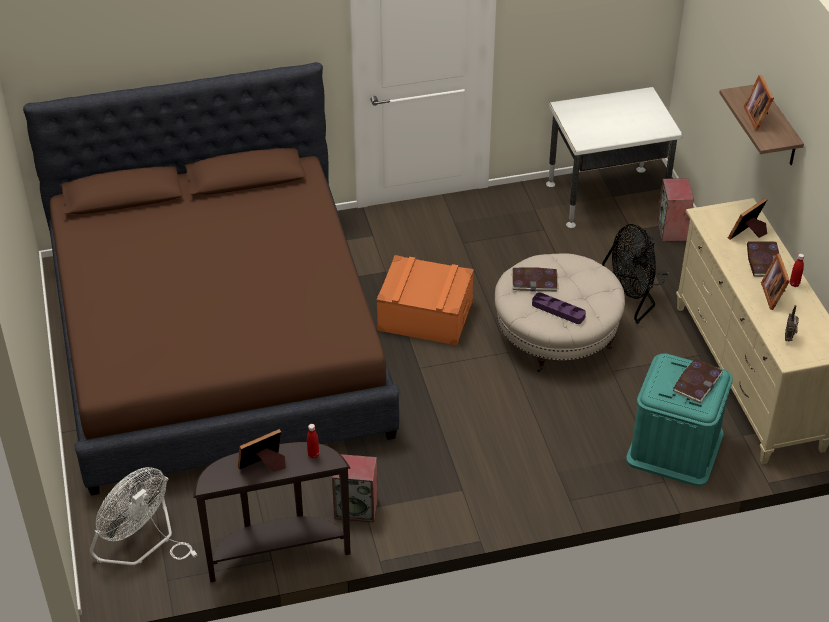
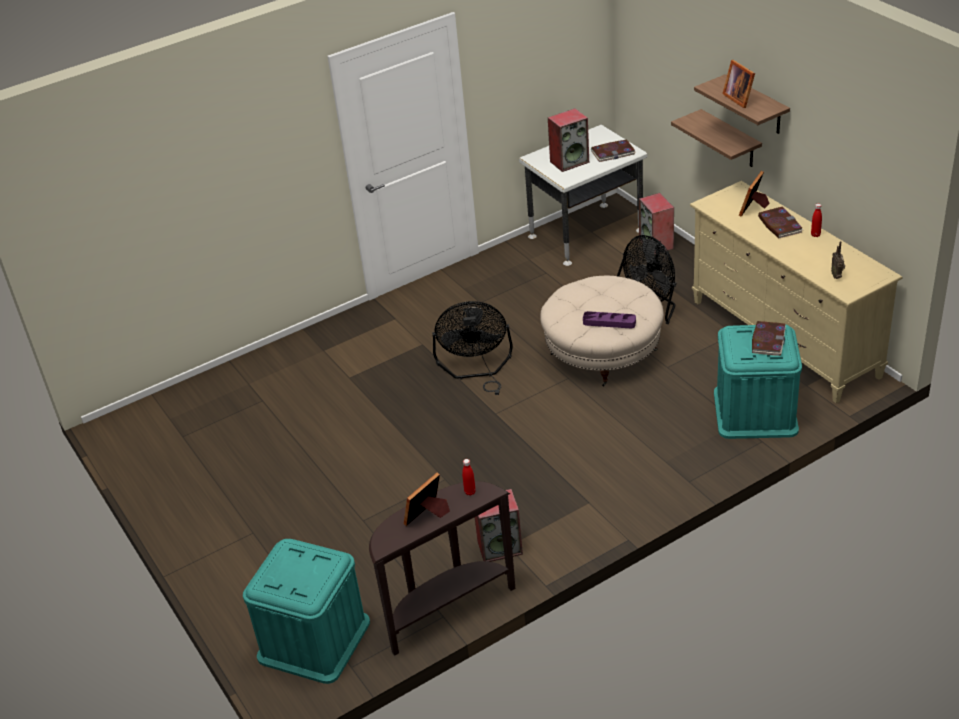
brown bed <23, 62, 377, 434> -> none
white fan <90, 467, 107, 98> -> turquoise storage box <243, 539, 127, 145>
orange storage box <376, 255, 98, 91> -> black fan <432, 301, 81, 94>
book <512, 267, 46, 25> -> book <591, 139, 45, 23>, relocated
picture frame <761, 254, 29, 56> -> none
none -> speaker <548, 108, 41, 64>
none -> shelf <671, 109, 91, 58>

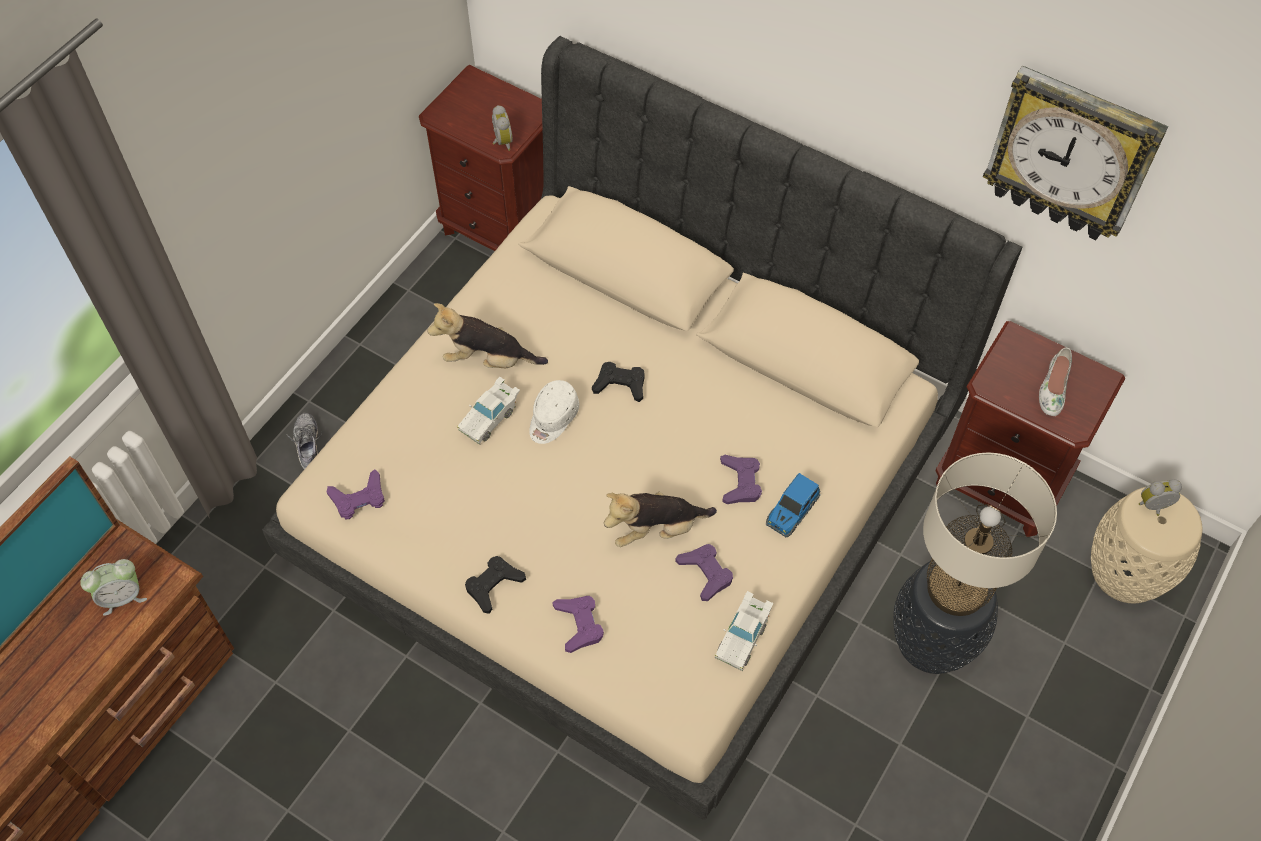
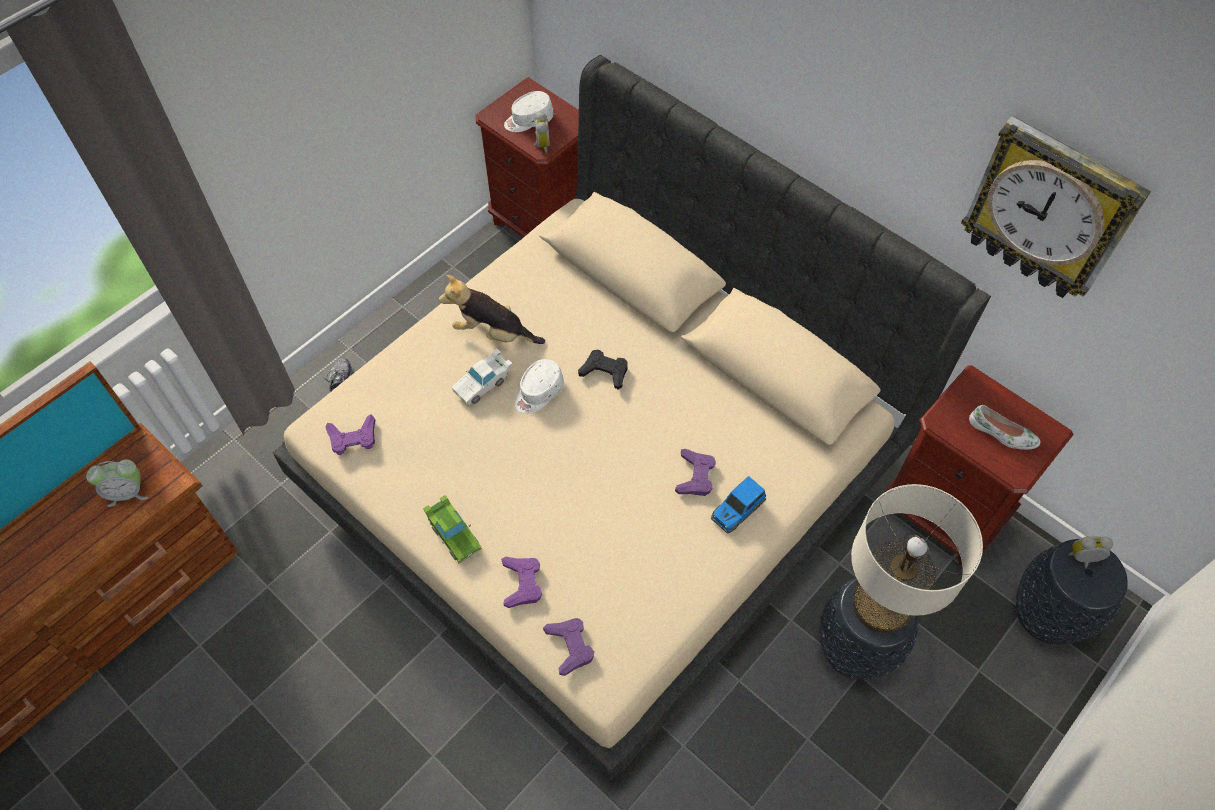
black game controller <465, 556, 61, 58> -> green toy car <423, 495, 59, 69>
plush toy <604, 492, 113, 55> -> none
purple game controller <675, 544, 58, 57> -> purple game controller <543, 618, 51, 58>, relocated
white toy car <715, 591, 58, 80> -> none
white shoe <1039, 348, 33, 68> -> white shoe <969, 405, 71, 45>, 90 degrees counterclockwise
beige stool <1091, 487, 112, 116> -> black stool <1016, 539, 112, 106>
none -> white cap <504, 91, 49, 41>

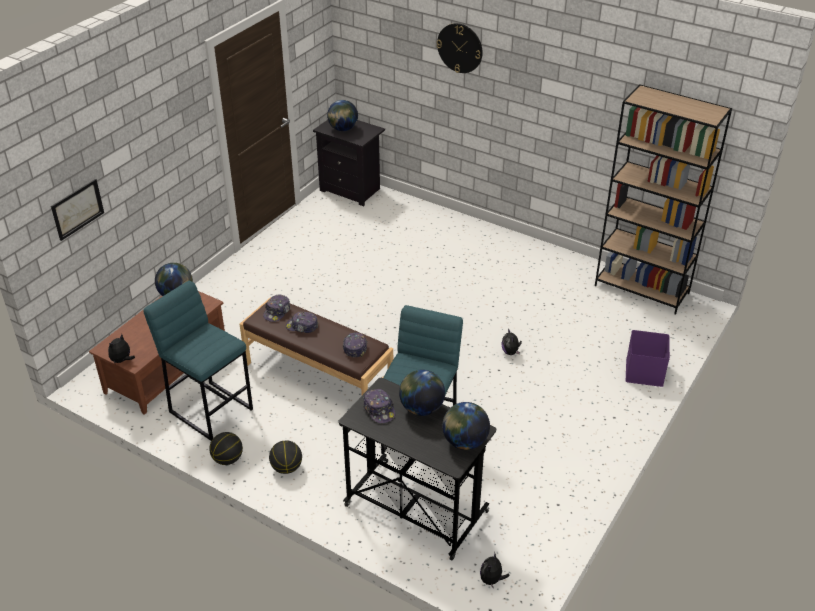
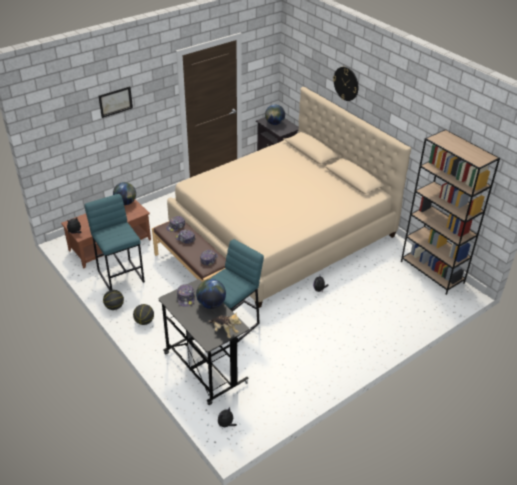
picture <51, 179, 53, 62> -> picture <98, 86, 35, 32>, relocated
globe <442, 402, 48, 48> -> plush toy <208, 312, 34, 26>
purple storage box <626, 330, 44, 57> -> none
none -> beige bed <167, 87, 244, 221>

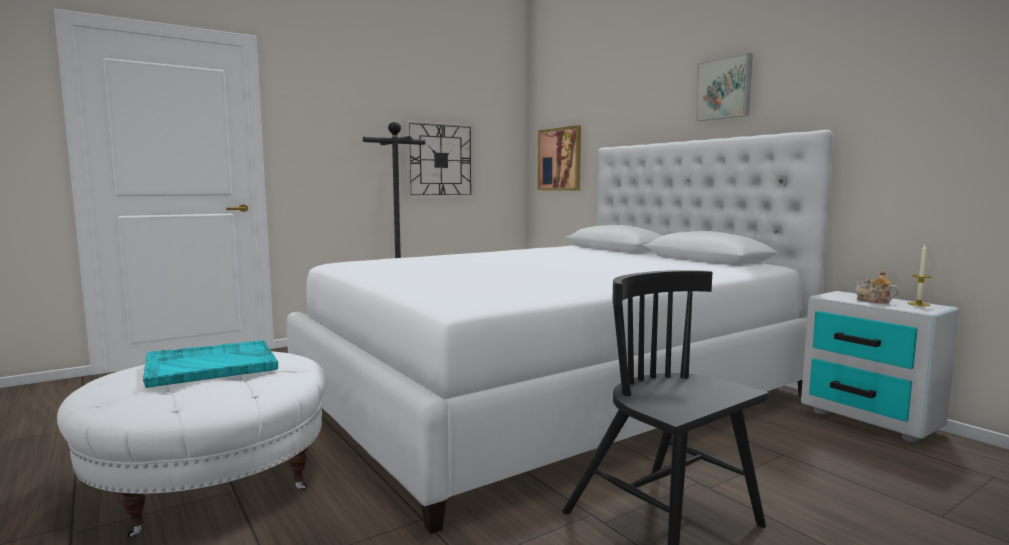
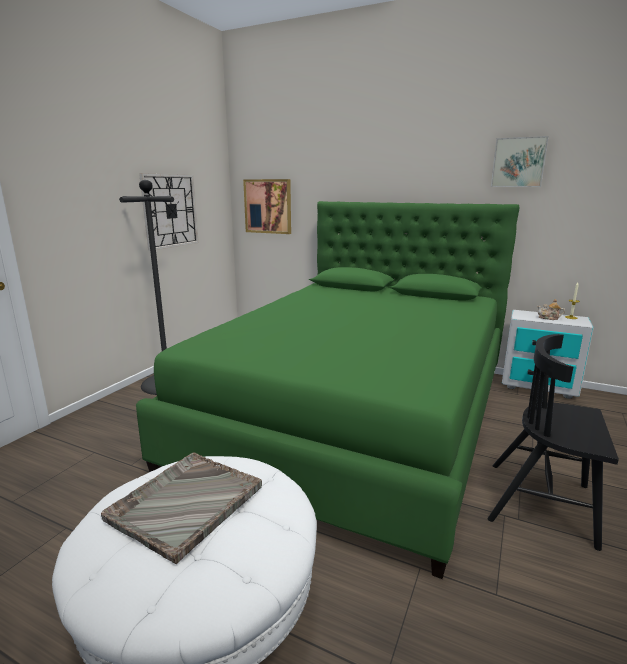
turquoise tray <143, 340, 135, 48> -> grey tray <101, 452, 161, 112>
white bed <287, 130, 546, 404> -> green bed <136, 201, 384, 378>
picture <695, 53, 58, 68> -> picture <491, 136, 58, 51>, relocated

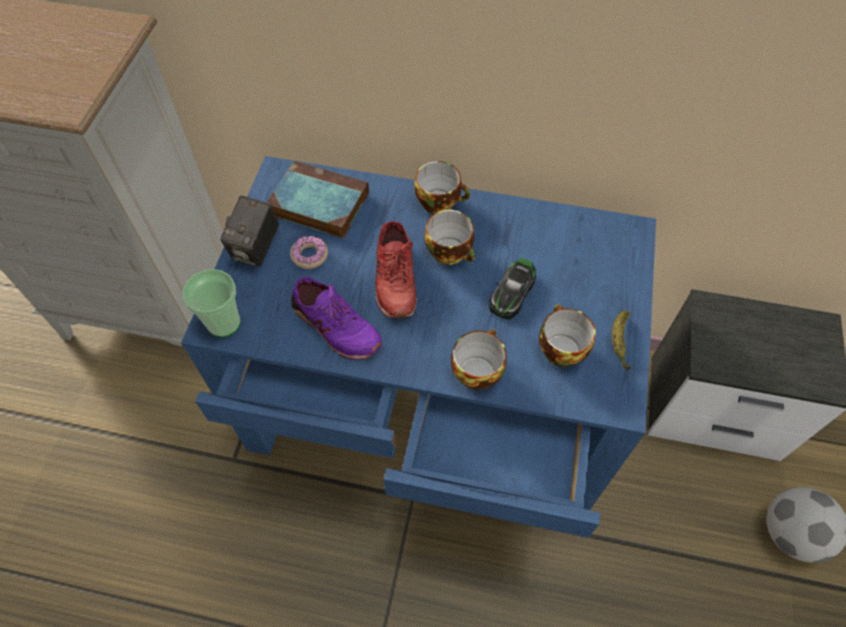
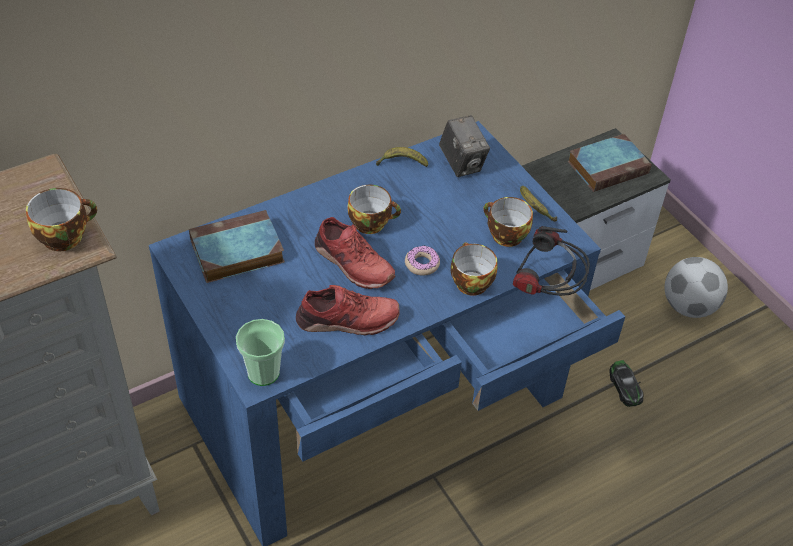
photo camera <221, 196, 58, 71> -> photo camera <439, 115, 51, 62>, relocated
donut <290, 236, 38, 33> -> donut <405, 245, 35, 31>, relocated
purple shoe <291, 276, 91, 84> -> red shoe <296, 285, 104, 51>
cup <414, 161, 56, 53> -> cup <26, 188, 71, 63>, relocated
toy car <489, 258, 47, 62> -> toy car <609, 360, 35, 47>, relocated
none -> banana <376, 147, 52, 20>
none -> headphones <513, 226, 77, 70>
none -> book <568, 134, 84, 58>

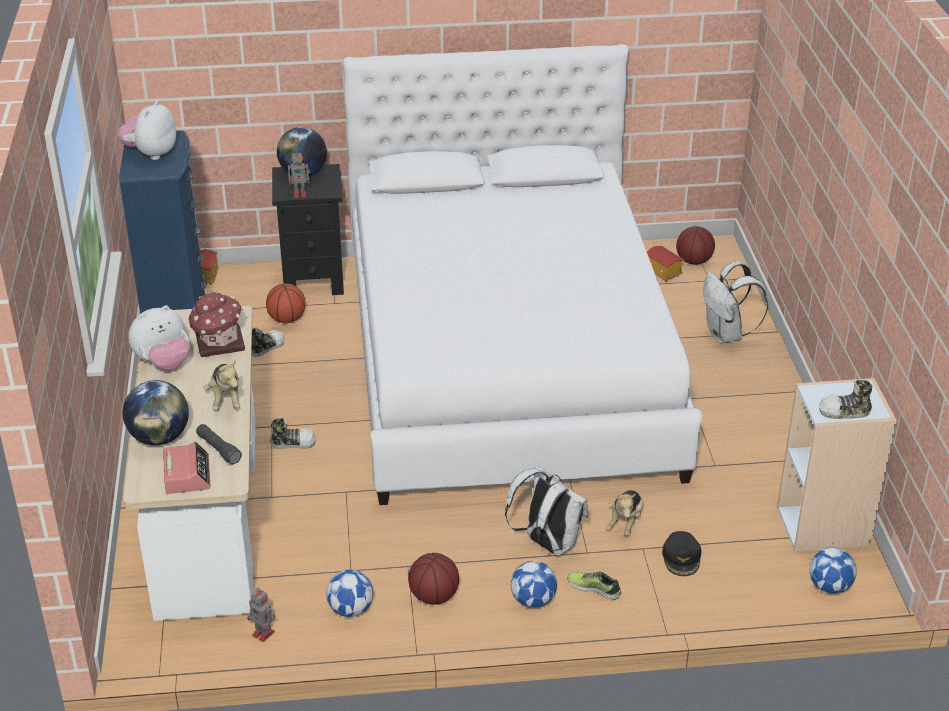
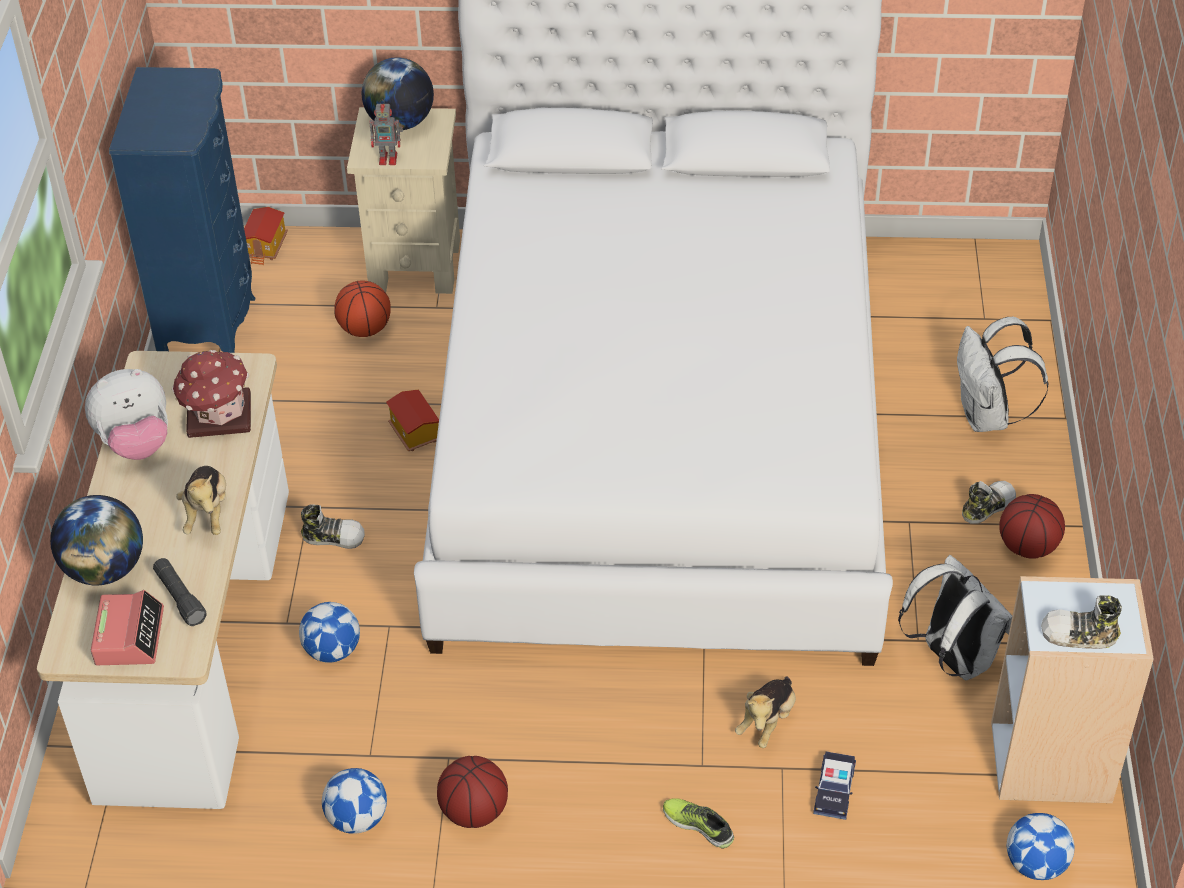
plush toy <117, 101, 59, 59> -> none
toy robot <247, 589, 28, 53> -> none
shoe <252, 327, 33, 30> -> shoe <962, 481, 54, 43>, relocated
black nightstand <272, 164, 72, 131> -> beige nightstand <347, 107, 113, 187>
white backpack <505, 465, 83, 91> -> white backpack <898, 555, 114, 125>, relocated
football <511, 561, 46, 47> -> football <299, 602, 61, 61>, relocated
toy house <647, 246, 37, 36> -> toy house <386, 389, 53, 62>, relocated
black cap <662, 531, 39, 45> -> toy car <813, 751, 43, 69>
basketball <676, 226, 39, 39> -> basketball <999, 494, 66, 65>, relocated

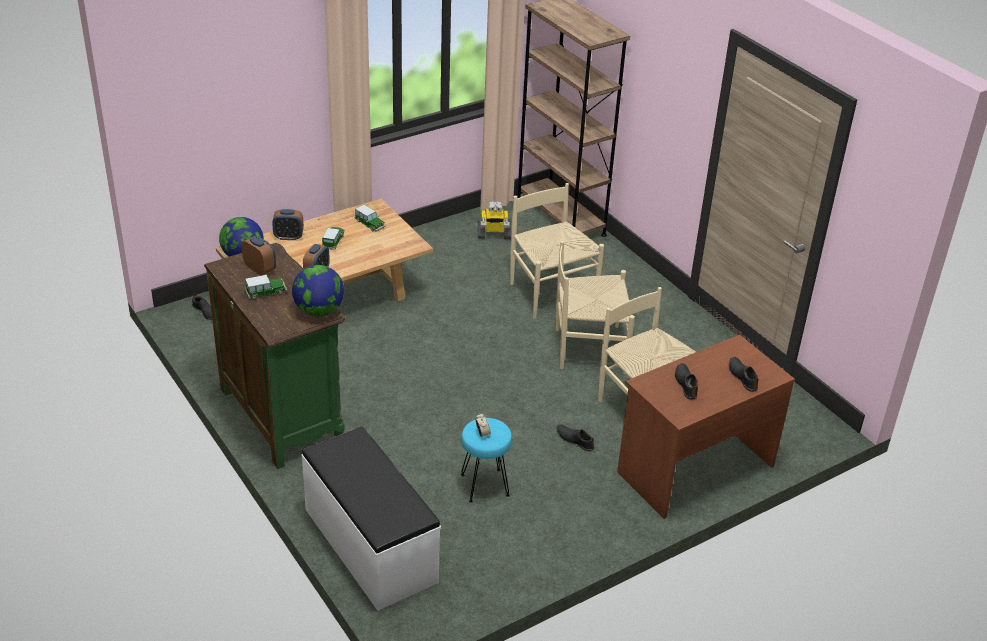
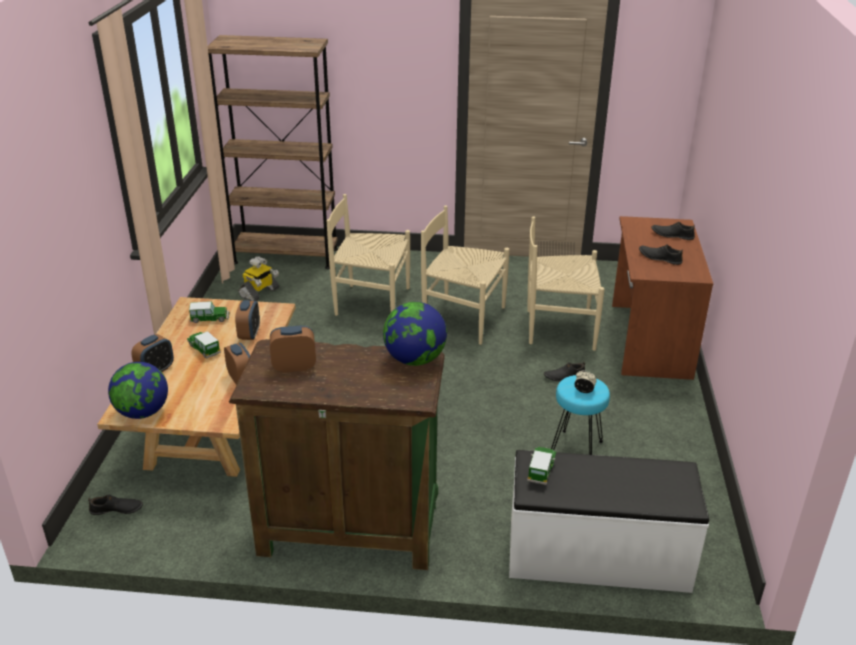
toy car <245, 275, 42, 24> -> toy car <527, 447, 29, 38>, relocated
beige chair <556, 241, 79, 133> -> beige chair <421, 205, 88, 140>, 75 degrees clockwise
none -> alarm clock <235, 300, 25, 40>

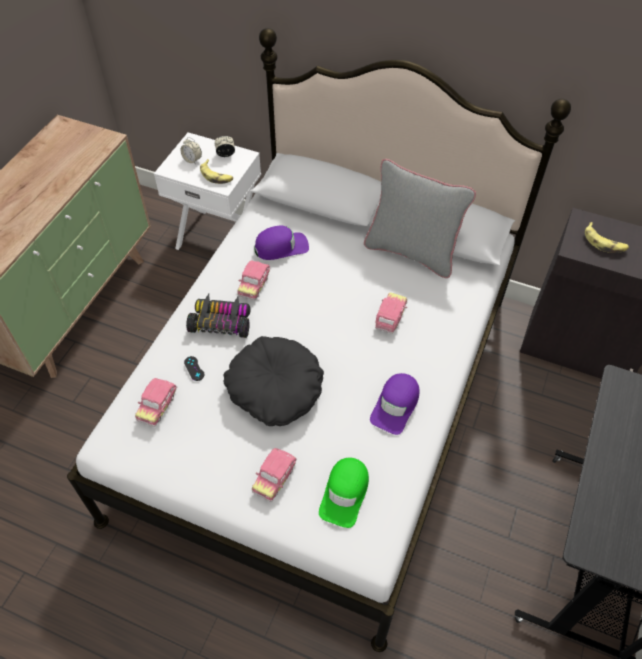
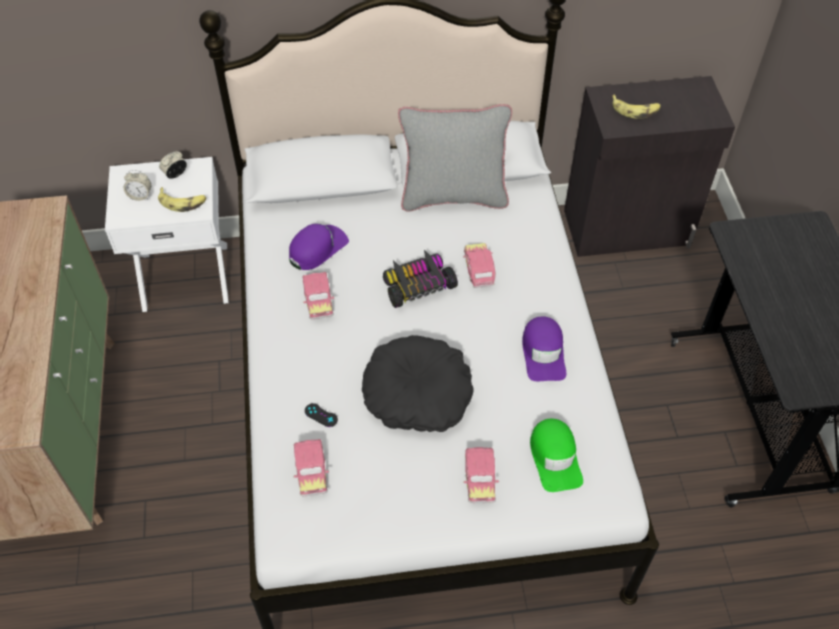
toy car <186, 294, 64, 44> -> toy car <383, 250, 75, 58>, relocated

